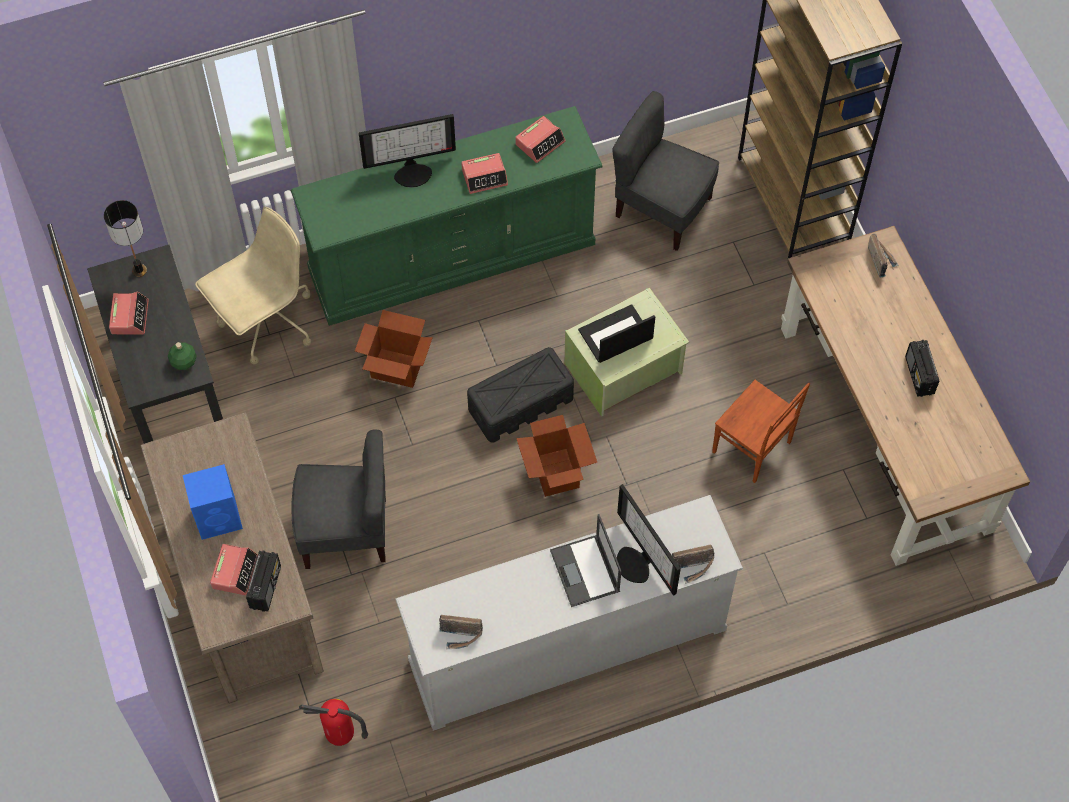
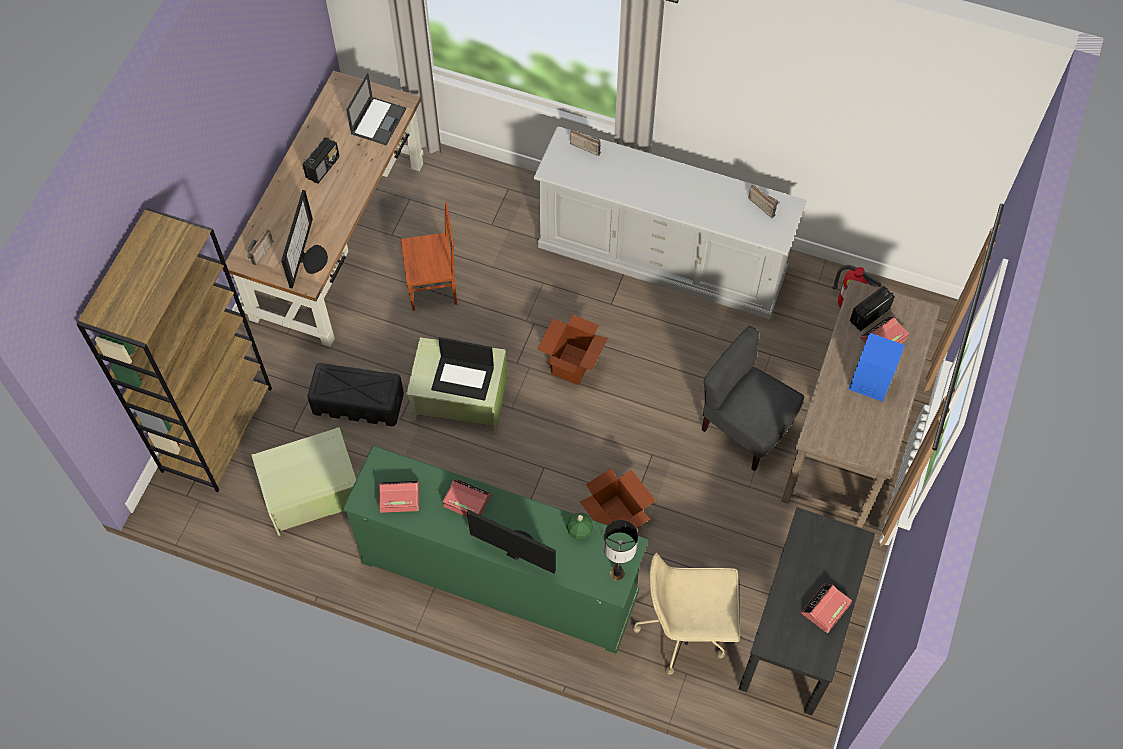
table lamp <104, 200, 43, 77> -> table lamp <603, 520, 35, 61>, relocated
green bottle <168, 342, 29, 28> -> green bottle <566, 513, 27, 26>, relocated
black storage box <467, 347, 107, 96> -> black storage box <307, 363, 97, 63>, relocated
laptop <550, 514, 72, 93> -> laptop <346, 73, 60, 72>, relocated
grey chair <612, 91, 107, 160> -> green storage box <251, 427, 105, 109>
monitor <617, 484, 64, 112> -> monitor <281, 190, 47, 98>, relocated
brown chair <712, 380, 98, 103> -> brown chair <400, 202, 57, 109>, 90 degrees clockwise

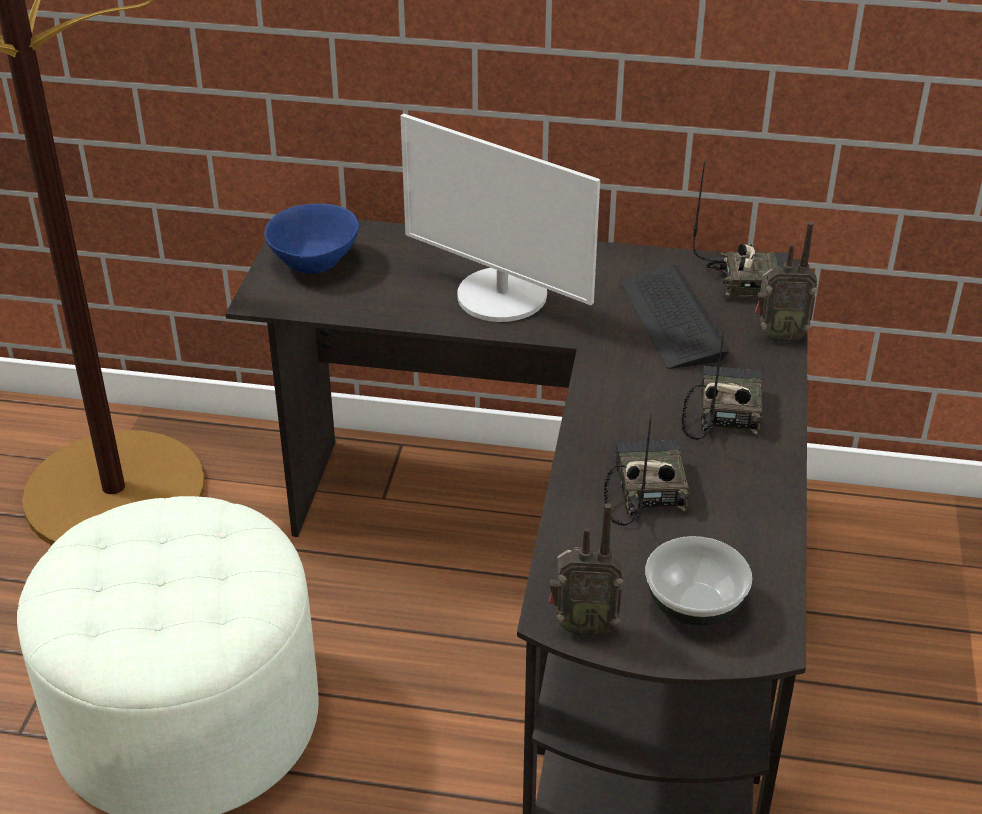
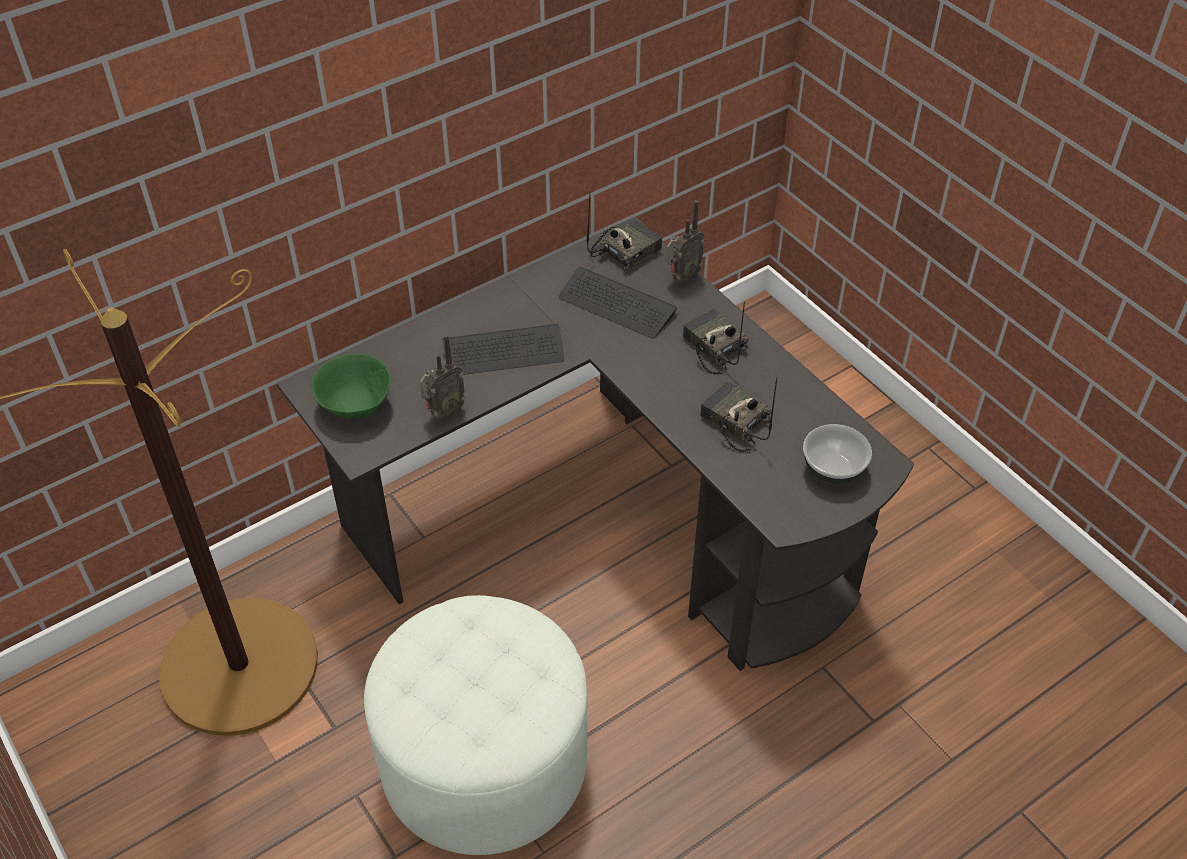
blue bowl <264, 204, 95, 70> -> green bowl <311, 353, 80, 66>
monitor <400, 114, 200, 208> -> keyboard <442, 324, 122, 51>
radio <549, 503, 74, 134> -> radio <420, 334, 46, 85>, relocated

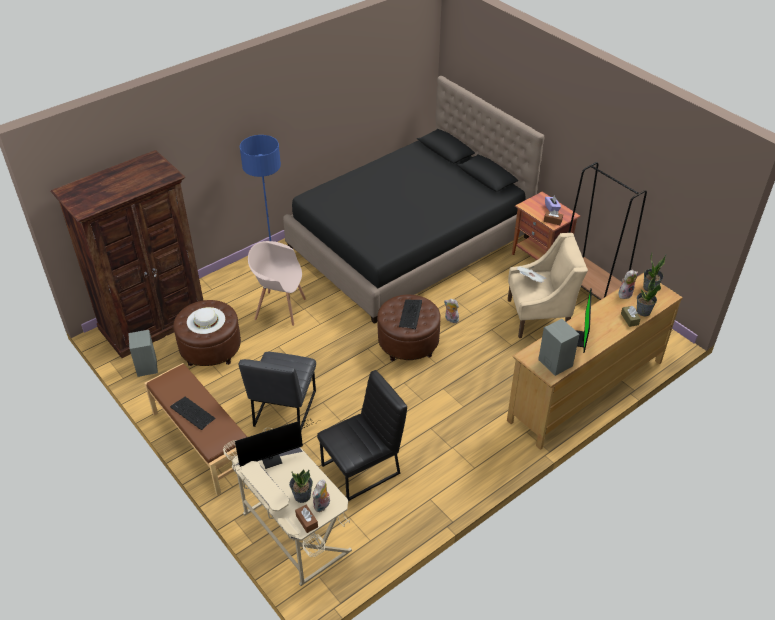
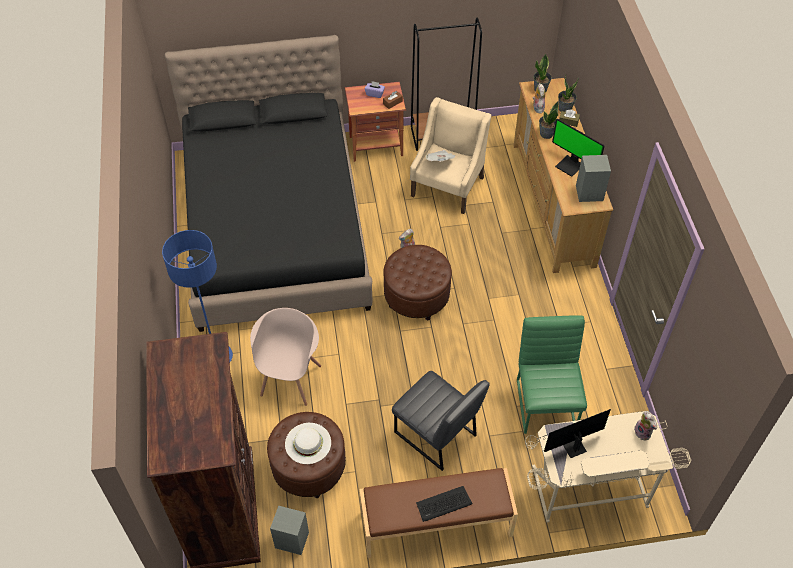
monitor <235, 419, 84, 50> -> monitor <536, 409, 75, 49>, 120 degrees counterclockwise
beige chair <248, 241, 58, 85> -> beige chair <250, 308, 71, 98>, 150 degrees clockwise
potted plant <289, 469, 24, 34> -> potted plant <539, 101, 19, 38>, relocated
brown tissue box <295, 504, 23, 29> -> none
black chair <317, 370, 90, 131> -> green chair <517, 315, 70, 119>
keyboard <399, 300, 23, 29> -> none

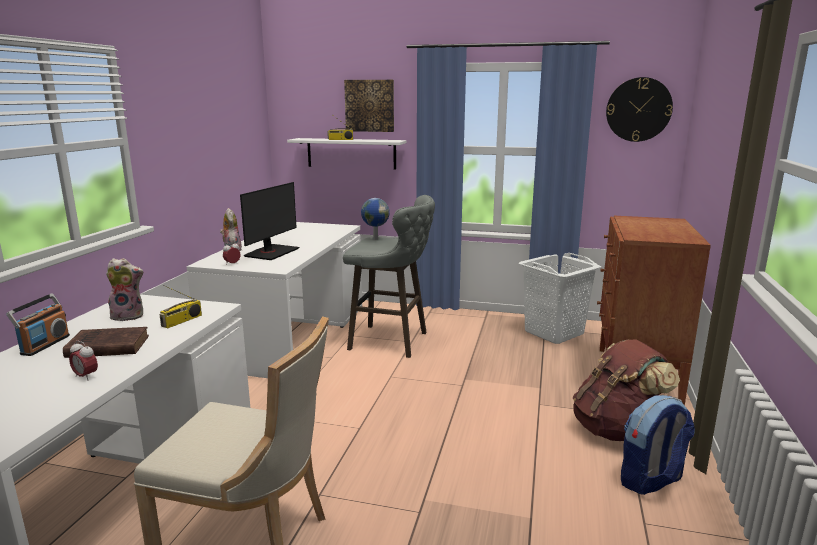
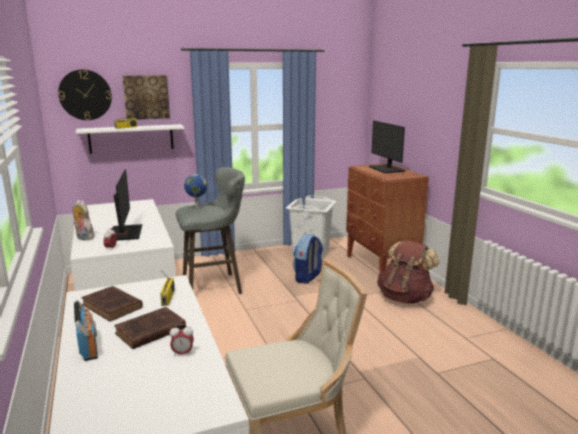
plush toy <106, 258, 37, 63> -> brown book <81, 286, 62, 35>
wall clock <606, 77, 67, 65> -> wall clock <58, 69, 54, 51>, relocated
backpack <621, 395, 74, 100> -> backpack <293, 234, 30, 50>, relocated
none -> monitor <369, 121, 36, 52>

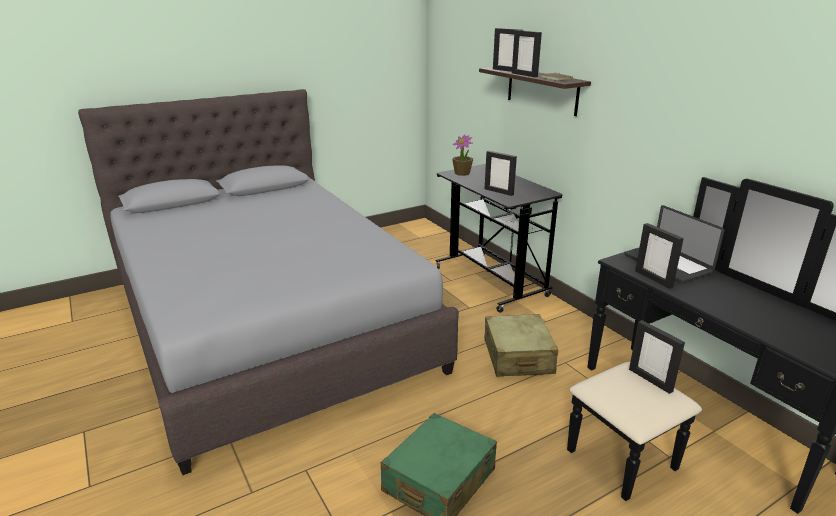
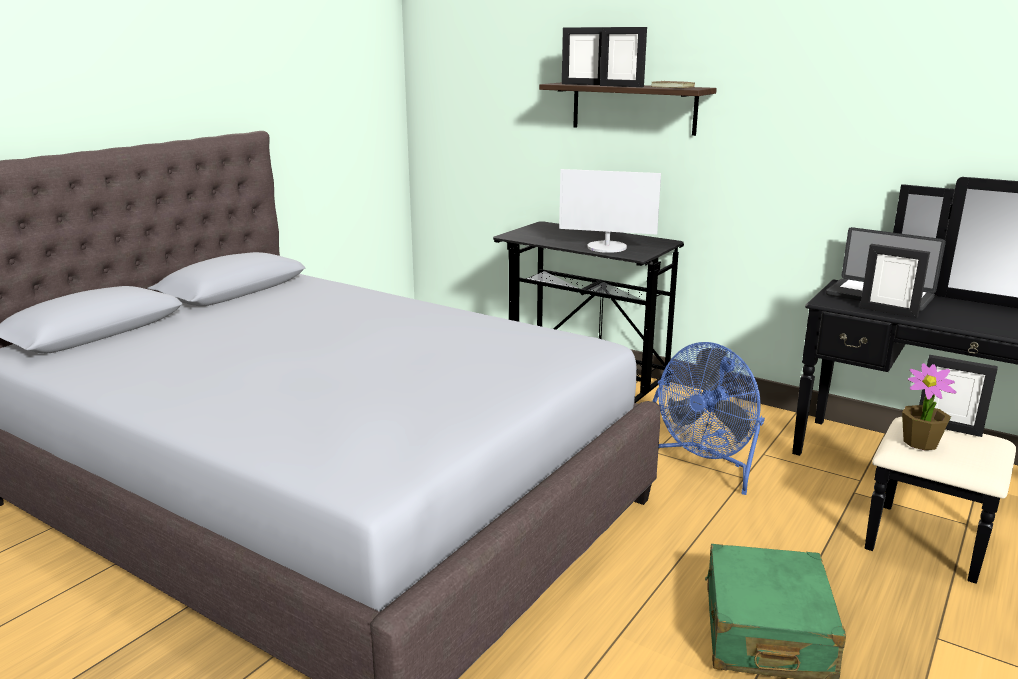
potted plant <452, 134, 21, 42> -> potted plant <902, 363, 54, 87>, relocated
beige suitcase <484, 314, 74, 63> -> blue fan <652, 342, 113, 153>
picture frame <485, 151, 32, 45> -> monitor <559, 169, 102, 84>

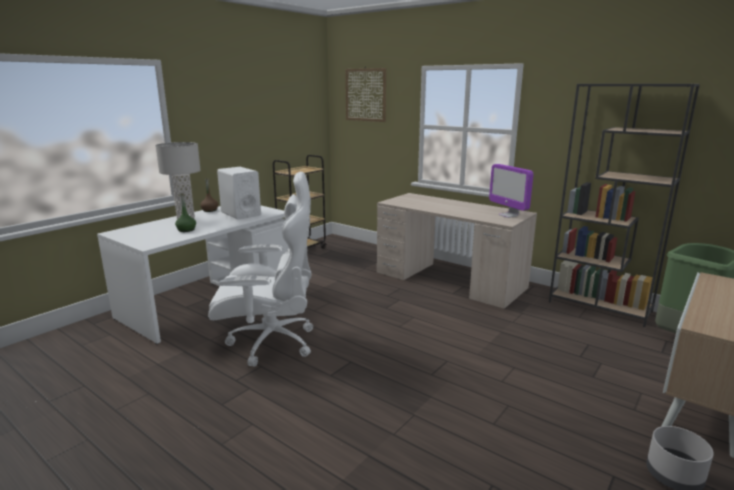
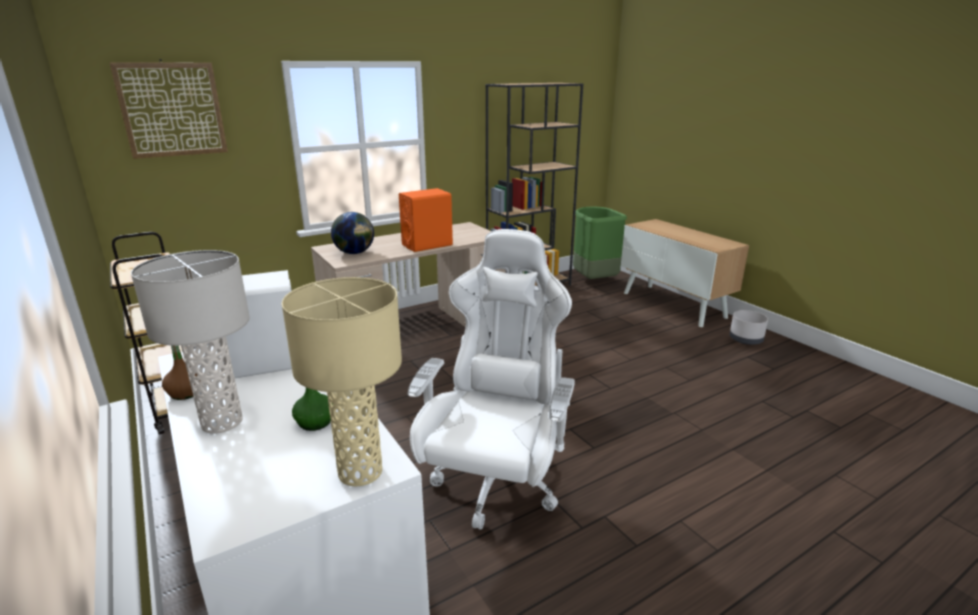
monitor <489, 164, 44, 54> -> none
none -> beige table lamp <282, 277, 120, 209>
none -> globe <331, 212, 43, 42>
none -> orange speaker <399, 188, 54, 64>

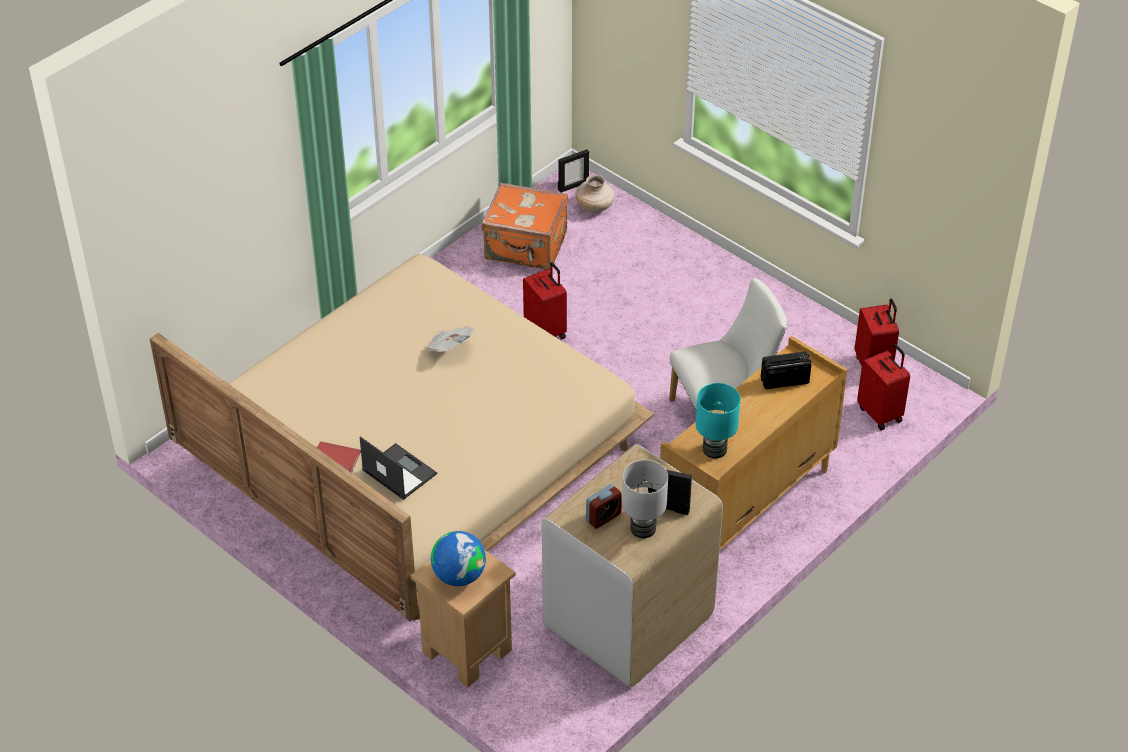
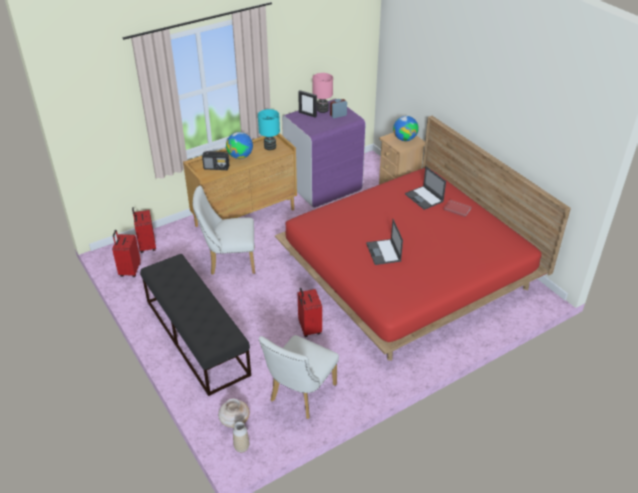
beige bed <149, 254, 505, 367> -> red bed <275, 116, 296, 245>
newspaper <425, 326, 49, 26> -> laptop <366, 219, 37, 46>
orange suitcase <482, 183, 86, 88> -> white chair <259, 335, 80, 84>
beige dresser <542, 444, 181, 244> -> purple dresser <282, 99, 84, 109>
picture frame <558, 149, 31, 44> -> vase <233, 422, 16, 31>
grey table lamp <622, 460, 46, 78> -> pink table lamp <312, 73, 21, 40>
none -> black bench <140, 254, 111, 142>
none -> globe <226, 132, 27, 27>

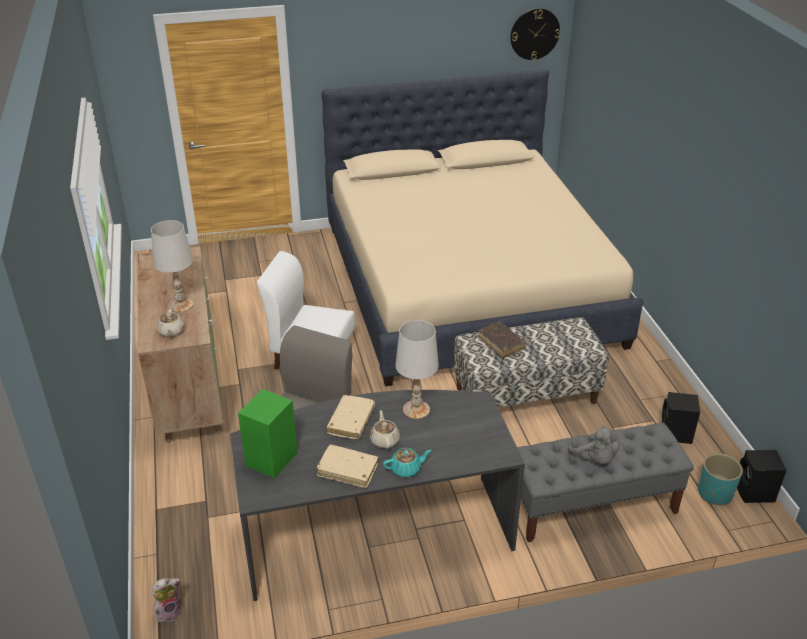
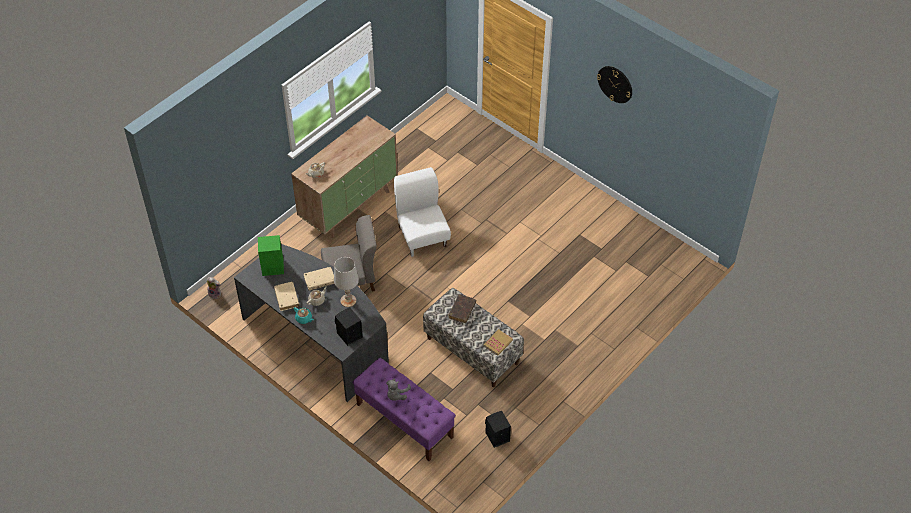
white table lamp <151, 220, 42, 93> -> none
beige bed <322, 69, 321, 318> -> none
wall clock <510, 8, 50, 52> -> wall clock <597, 66, 35, 37>, relocated
grey bench <517, 423, 177, 119> -> purple bench <352, 358, 104, 103>
turquoise planter <698, 453, 45, 52> -> none
black speaker <737, 450, 50, 53> -> black speaker <335, 307, 28, 39>, relocated
none -> book <483, 329, 30, 27>

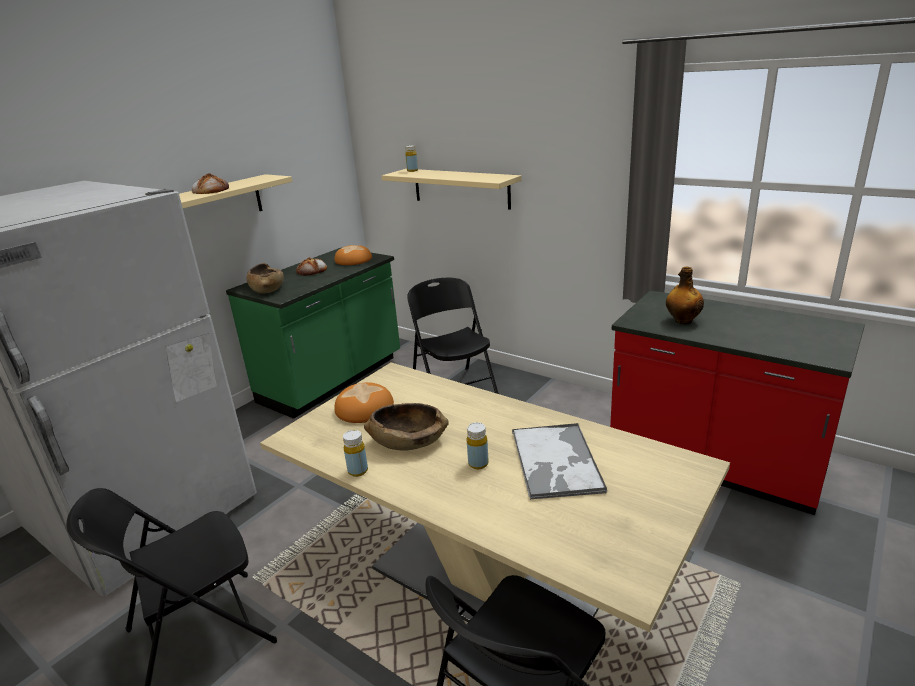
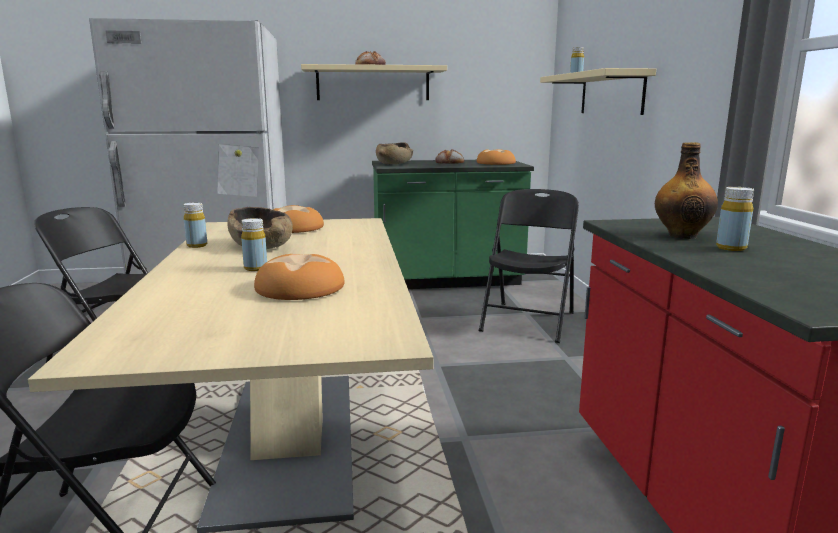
tray <512, 423, 95, 77> -> bread <254, 254, 91, 46>
none -> yellow bottle <716, 187, 38, 64>

